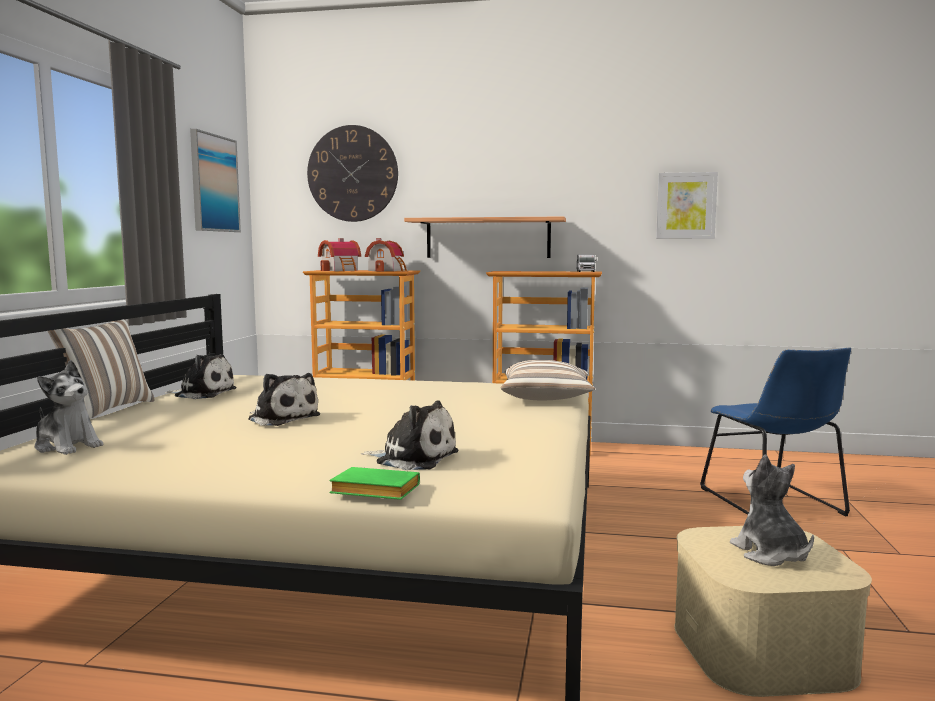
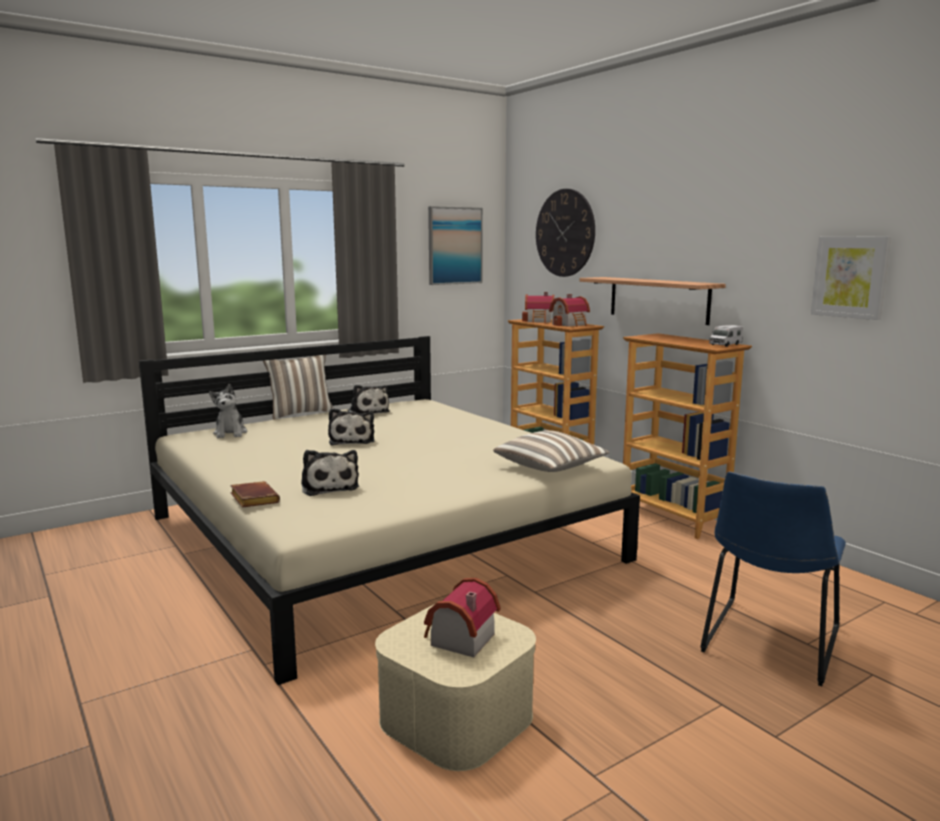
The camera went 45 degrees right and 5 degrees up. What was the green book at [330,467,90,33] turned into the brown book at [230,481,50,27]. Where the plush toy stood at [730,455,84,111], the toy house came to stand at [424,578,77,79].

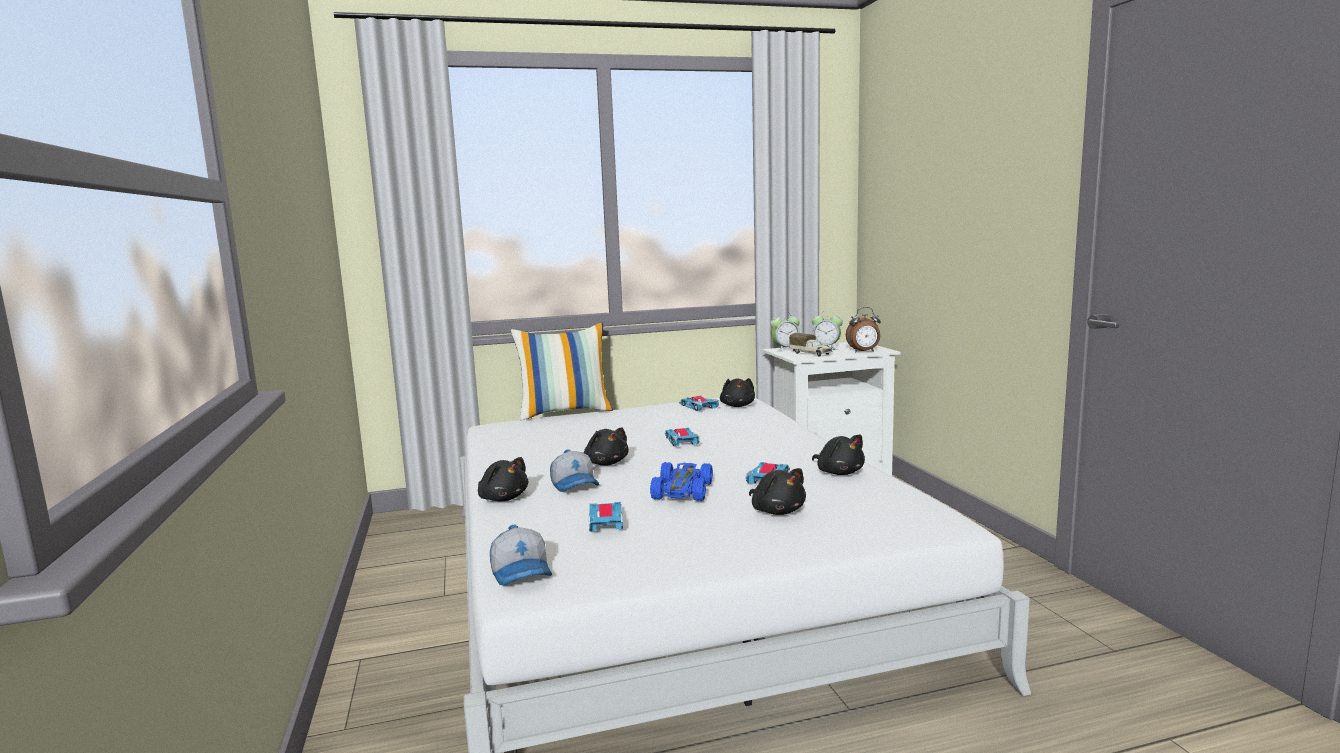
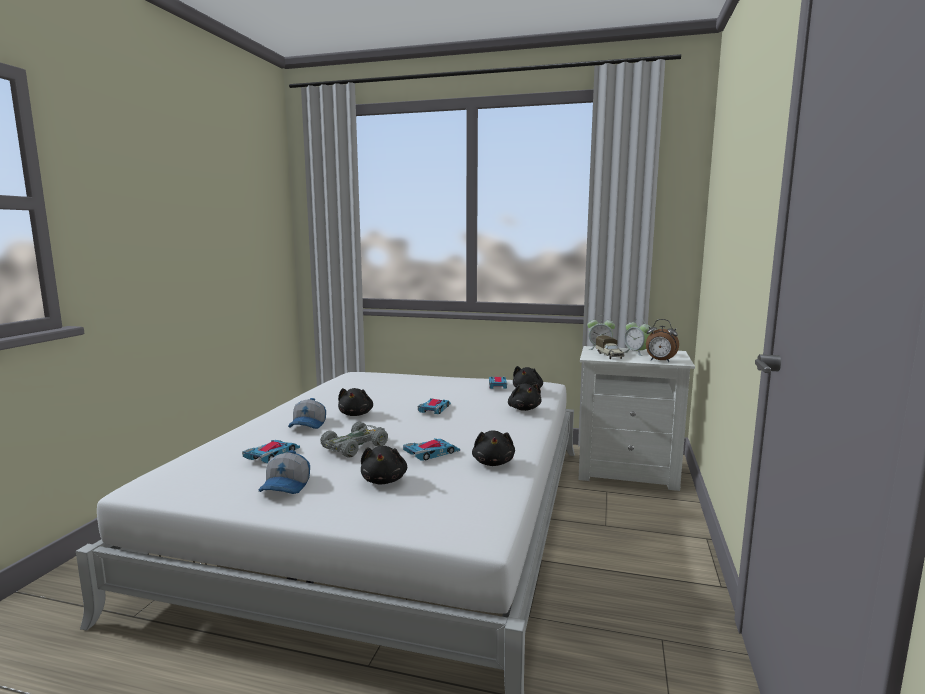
The camera went 30 degrees right and 0 degrees up. The cap ended up elsewhere, having gone from [490,525,62,61] to [259,450,51,44]. What was the blue toy car at [650,462,63,39] turned into the grey toy car at [320,422,68,36]. The black plush toy ended up elsewhere, having gone from [478,457,50,44] to [508,384,33,27]. The second view lost the pillow at [511,323,102,98].

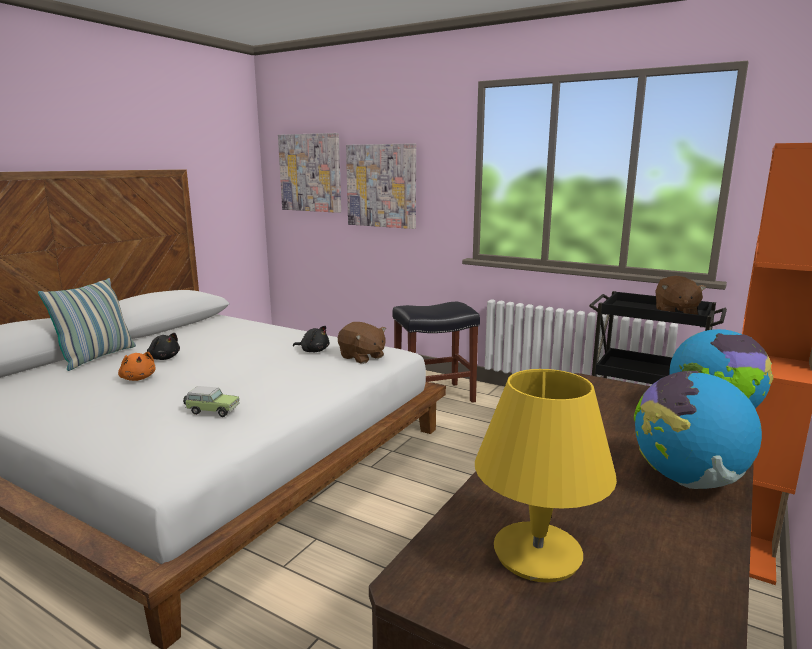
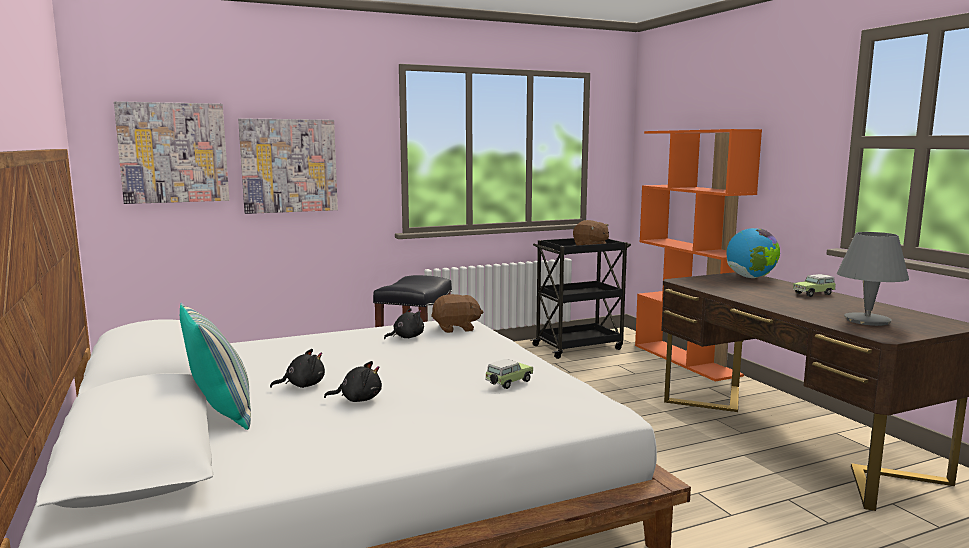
The camera went 55 degrees left and 5 degrees down. What was the orange plush toy at [118,352,38,29] turned into the black plush toy at [324,361,58,41]. Where the globe stood at [634,371,128,118], the toy car came to stand at [793,274,43,23]. What was the yellow table lamp at [475,369,142,214] turned into the grey table lamp at [837,232,72,94].

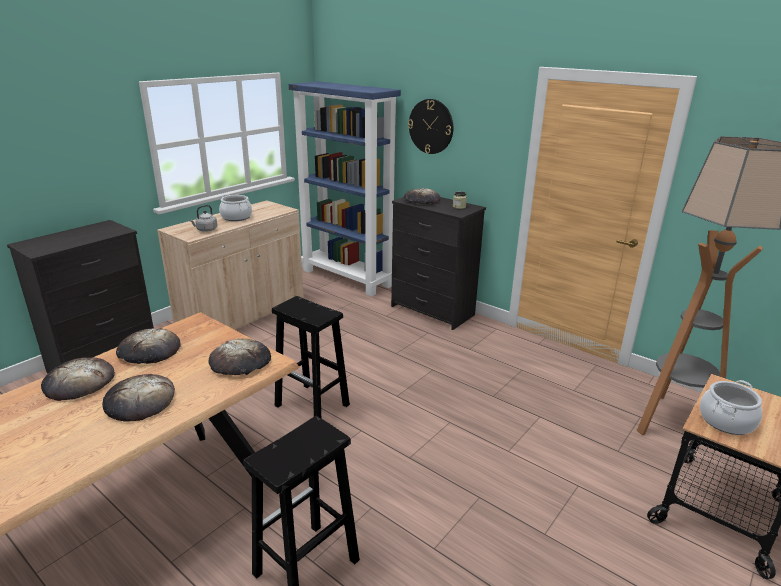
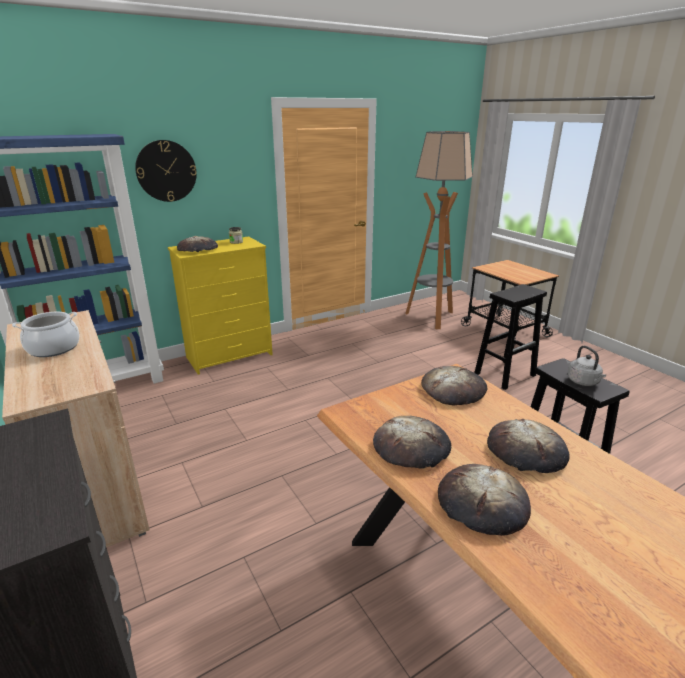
The camera went 70 degrees left and 0 degrees up. What was the black dresser at [391,197,95,133] turned into the yellow dresser at [168,236,105,139]. The black stool ended up elsewhere, having gone from [272,296,78,122] to [474,284,73,106]. The grey kettle ended up elsewhere, having gone from [189,205,28,27] to [567,346,39,40]. The second view lost the cooking pot at [700,380,62,55].

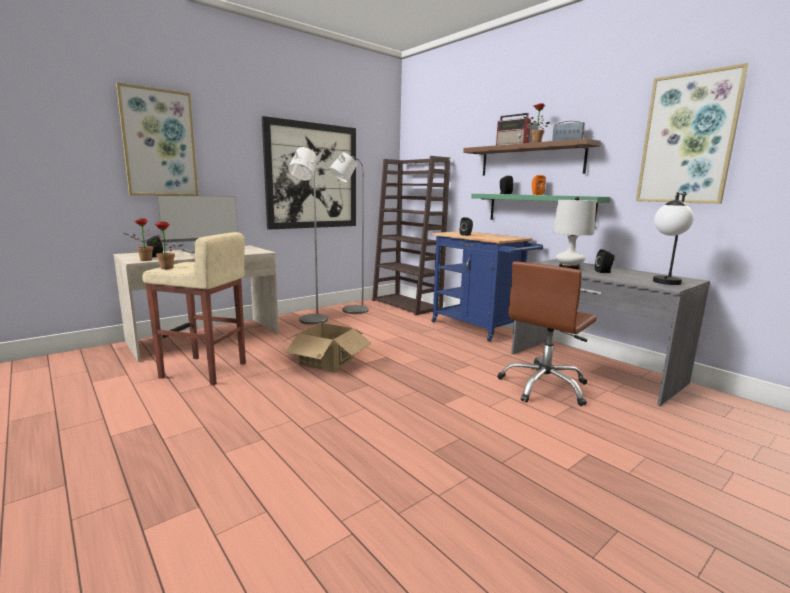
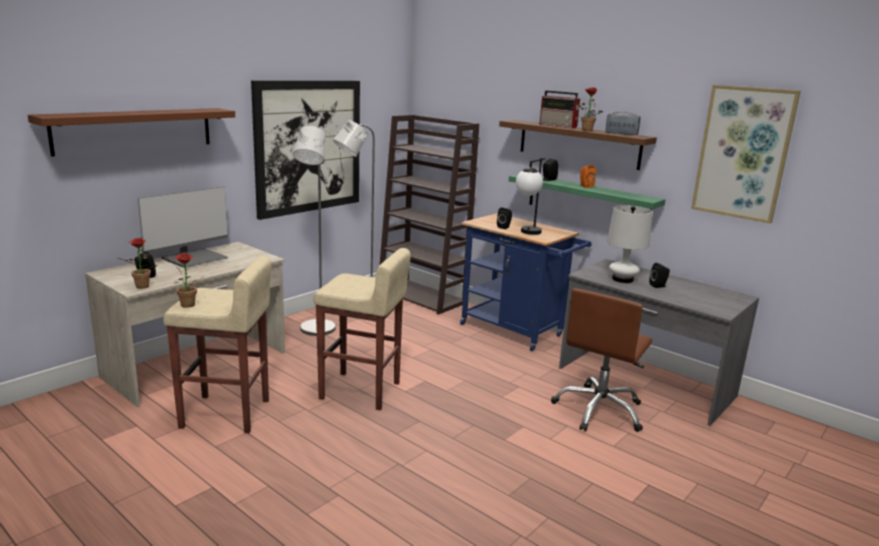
The camera went 10 degrees left and 5 degrees up. Where the picture hung at [116,82,82,114], the brown shelf came to hang at [28,108,207,48]. Where the cardboard box stood at [282,323,89,49], the beige stool came to stand at [313,248,98,162]. The table lamp ended up elsewhere, having gone from [653,192,41,93] to [516,158,29,77].

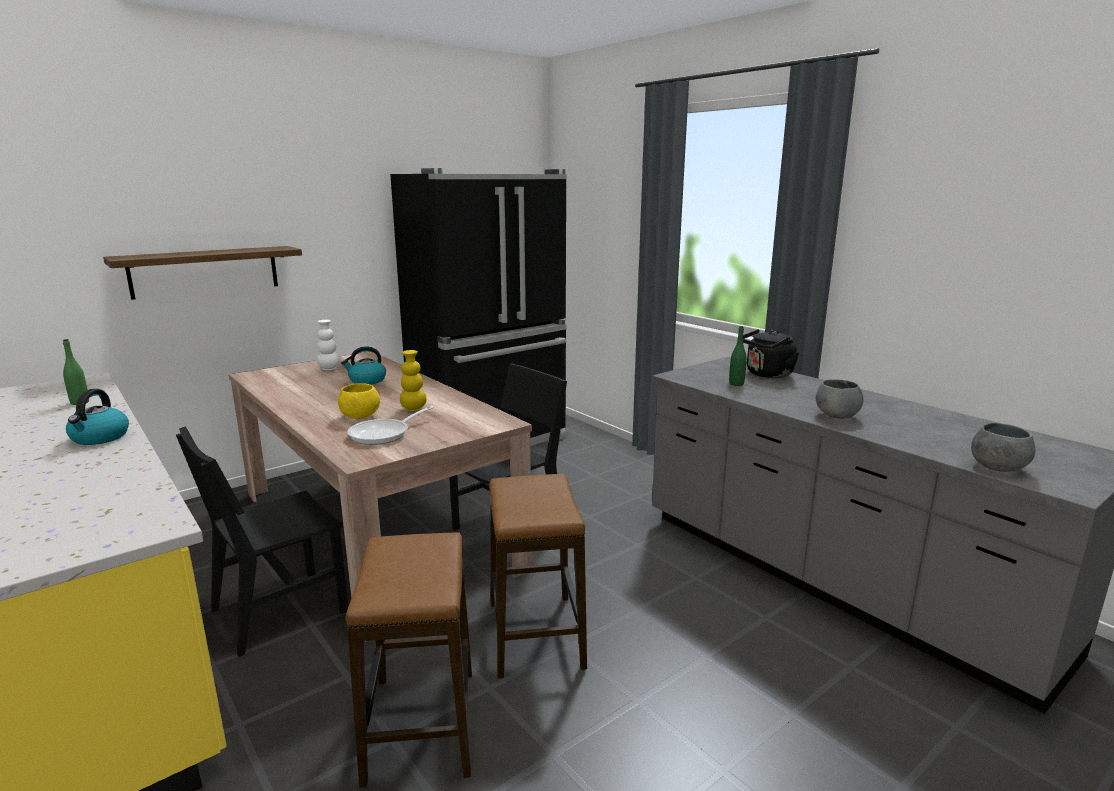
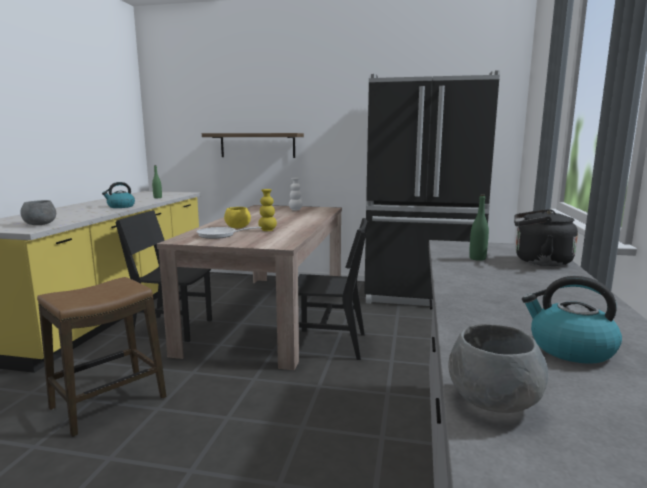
The camera went 50 degrees right and 5 degrees down. The grey bowl ended up elsewhere, having gone from [816,379,48,40] to [20,200,36,25]. The kettle ended up elsewhere, having gone from [341,346,45,39] to [522,276,100,88]. The second view lost the stool at [489,474,98,205].

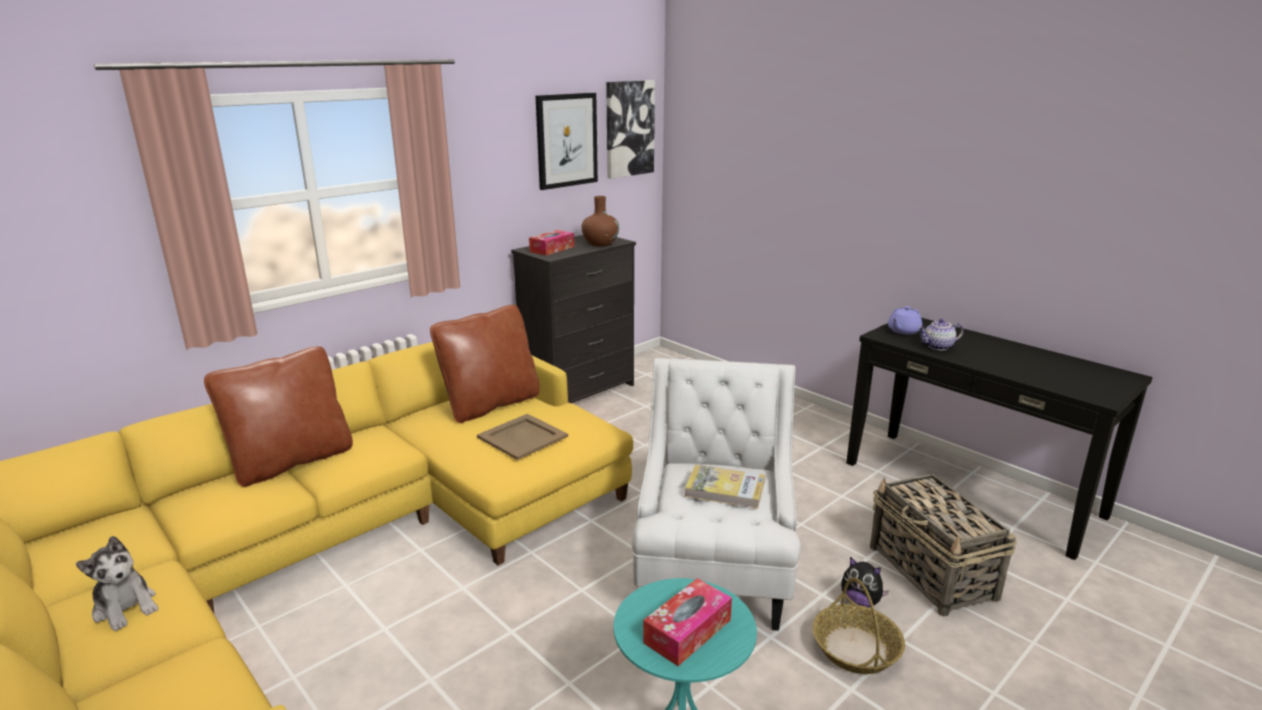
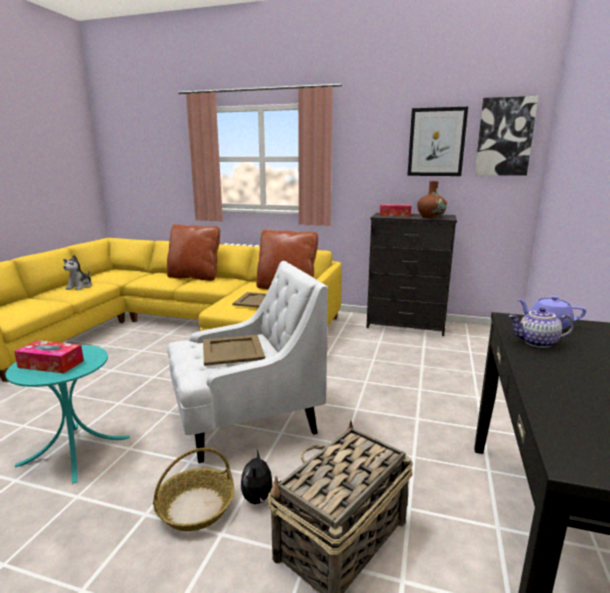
The camera went 60 degrees right and 5 degrees down. Where the book stood at [685,465,80,44], the beige tray came to stand at [203,335,62,31]. The teapot at [918,319,46,31] ended up facing another way, 45 degrees counterclockwise from before.

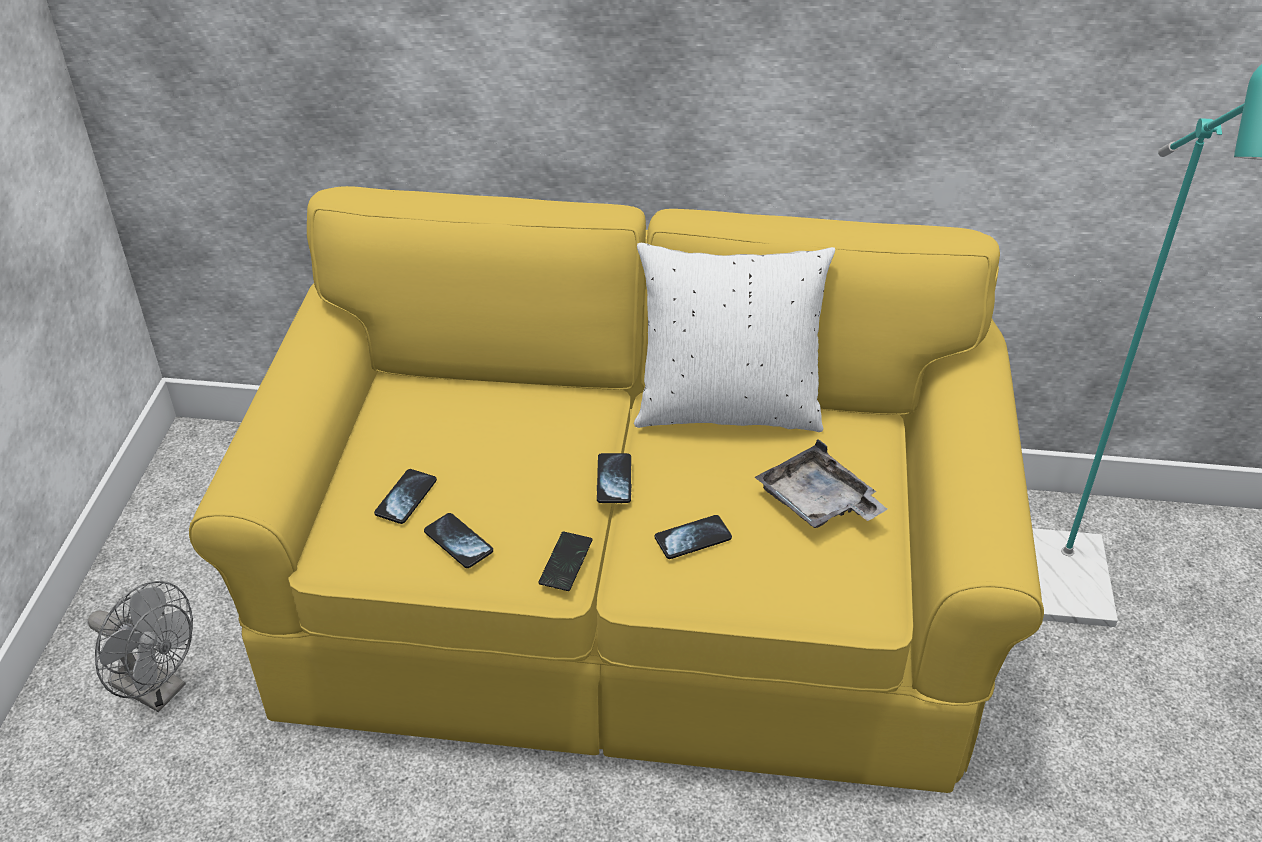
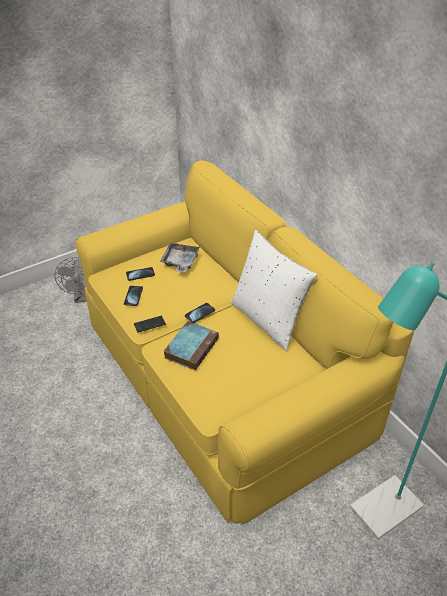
The camera went 50 degrees right and 0 degrees up. The grey tray ended up elsewhere, having gone from [755,439,132,89] to [160,243,40,29]. Where the phone stood at [655,515,77,44], the book came to stand at [164,321,55,49].

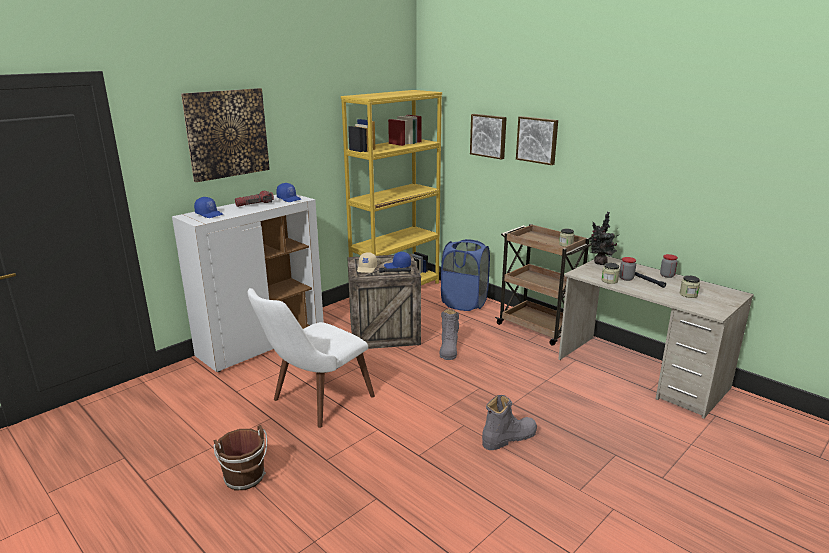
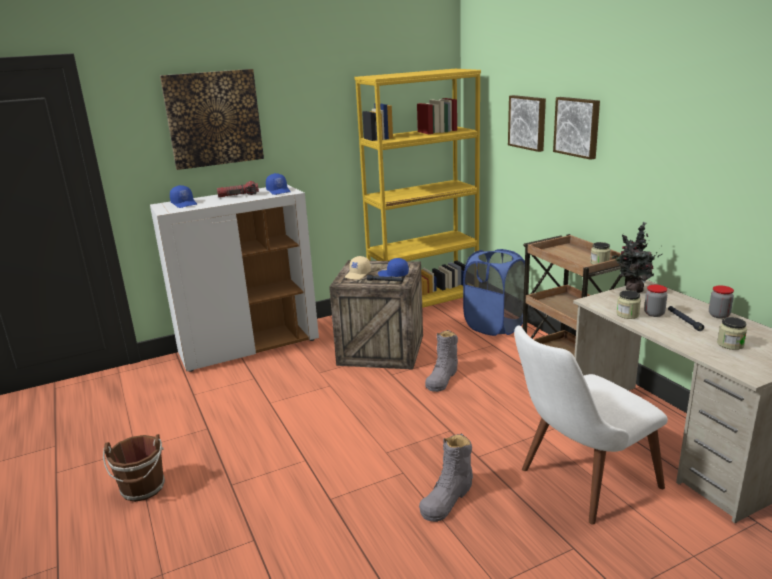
The camera went 20 degrees right and 0 degrees up. The grey boot at [482,395,55,55] ended up facing another way, 135 degrees clockwise from before. The white chair ended up elsewhere, having gone from [248,288,127,140] to [514,325,154,200].

